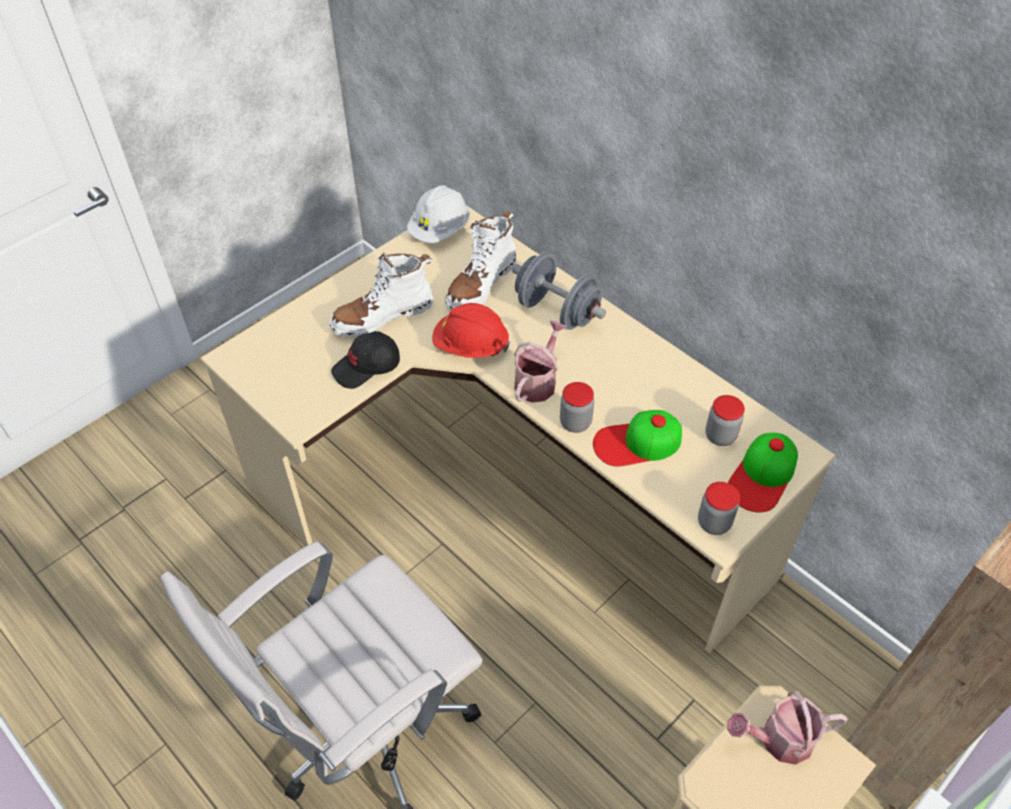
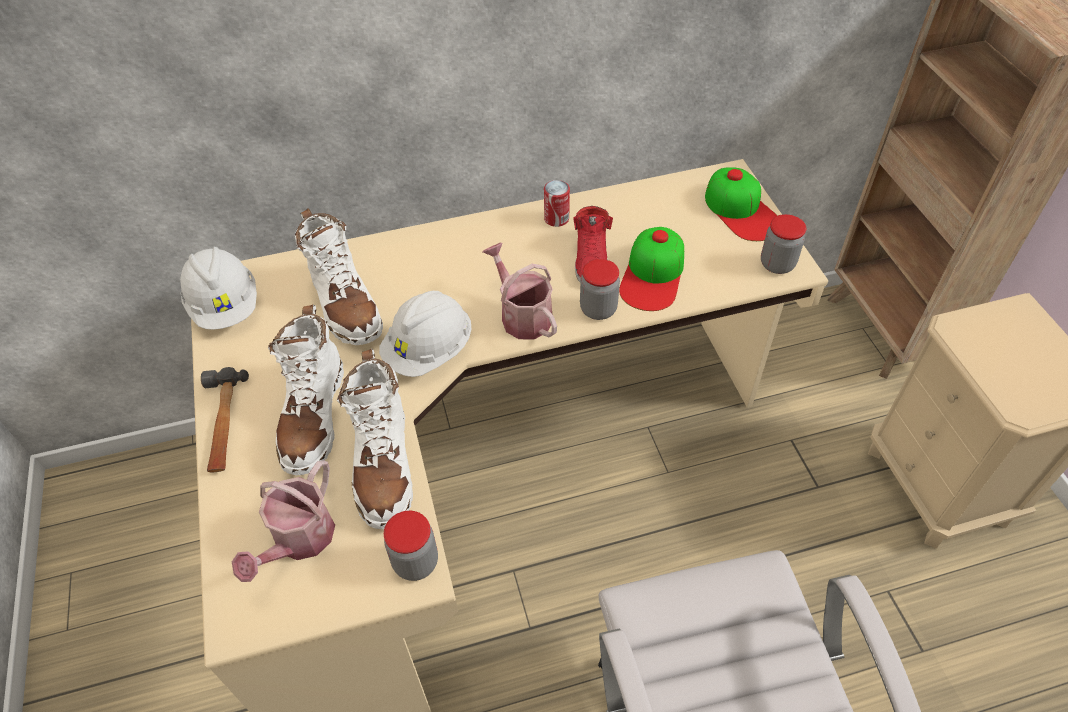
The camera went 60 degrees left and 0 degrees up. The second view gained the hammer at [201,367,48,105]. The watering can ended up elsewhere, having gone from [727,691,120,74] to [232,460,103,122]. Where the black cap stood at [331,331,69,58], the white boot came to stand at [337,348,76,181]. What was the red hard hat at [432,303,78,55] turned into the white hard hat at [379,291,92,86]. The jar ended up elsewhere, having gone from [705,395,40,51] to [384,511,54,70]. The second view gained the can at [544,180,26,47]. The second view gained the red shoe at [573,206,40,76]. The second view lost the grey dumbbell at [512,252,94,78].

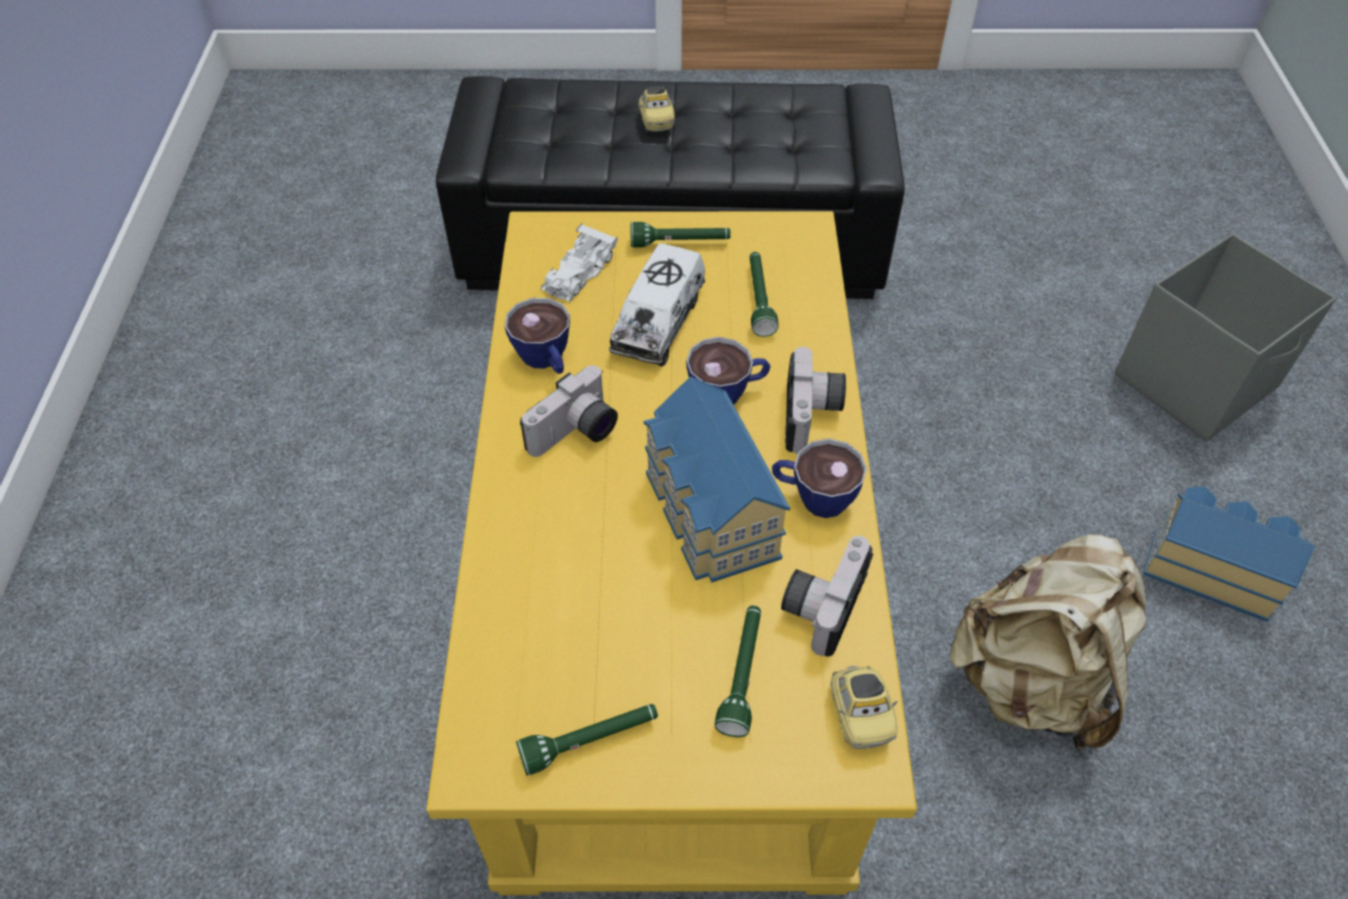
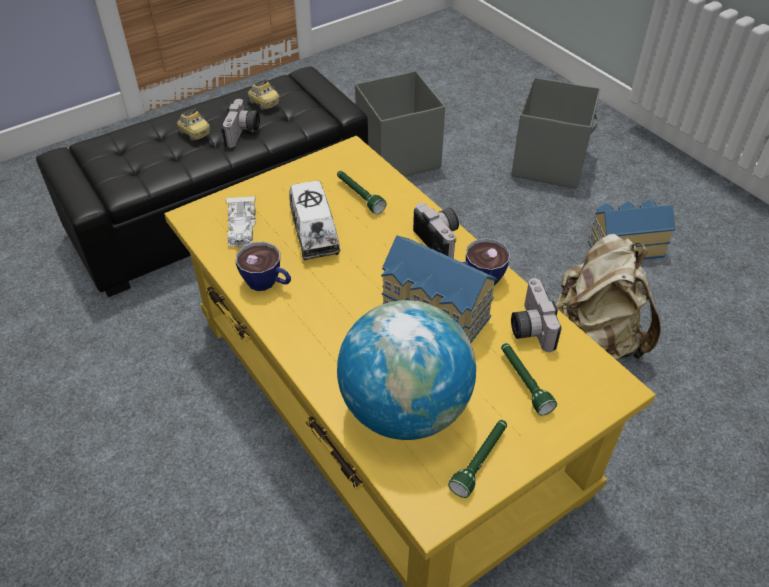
The camera went 35 degrees left and 5 degrees down. The photo camera ended up elsewhere, having gone from [520,365,98,92] to [221,99,39,49]. The toy car ended up elsewhere, having gone from [830,666,68,83] to [248,79,32,32]. The second view gained the globe at [337,300,139,140]. The second view gained the grey storage box at [355,71,90,106]. The second view lost the green flashlight at [630,222,101,26]. The second view lost the cup at [686,337,85,68].

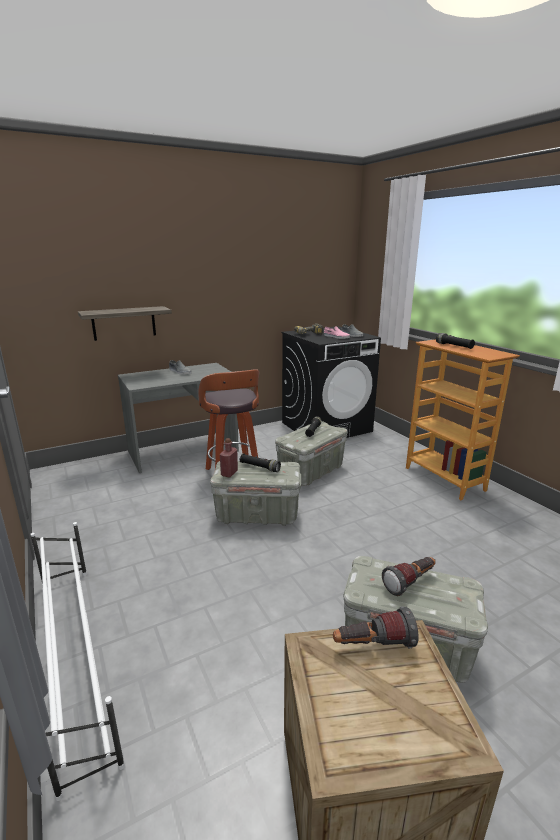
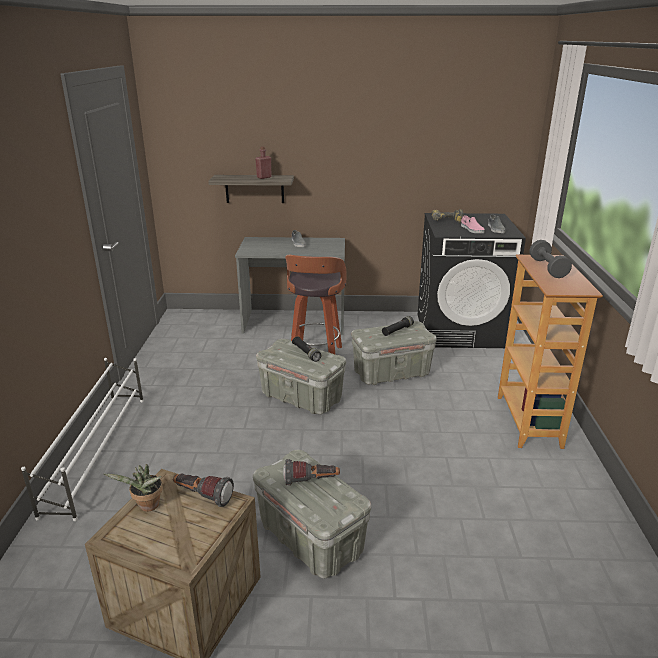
The camera went 30 degrees right and 5 degrees up. The second view gained the potted plant at [104,464,59,48]. The red bottle ended up elsewhere, having gone from [220,438,18,39] to [255,146,17,33]. Where the black flashlight stood at [436,333,39,16], the grey dumbbell came to stand at [529,240,43,38].

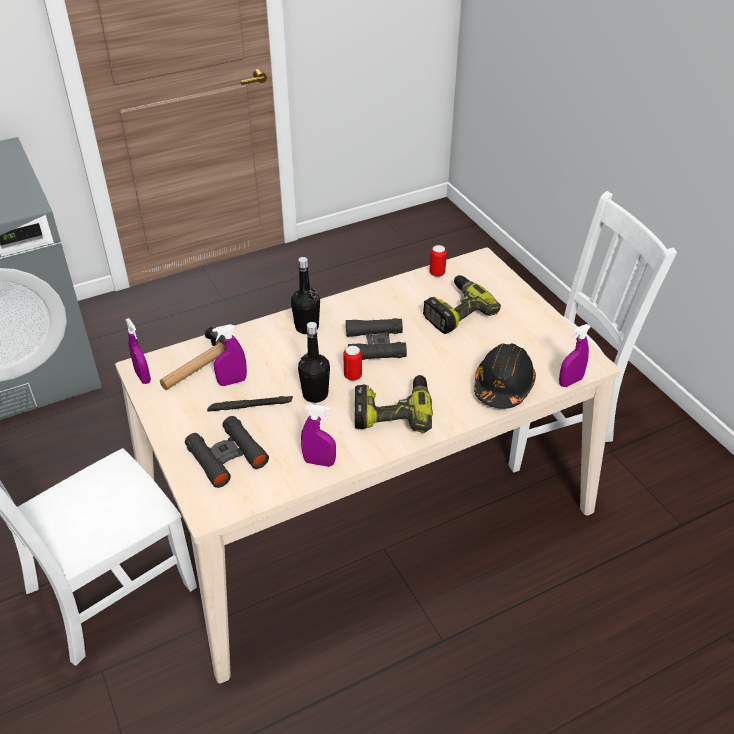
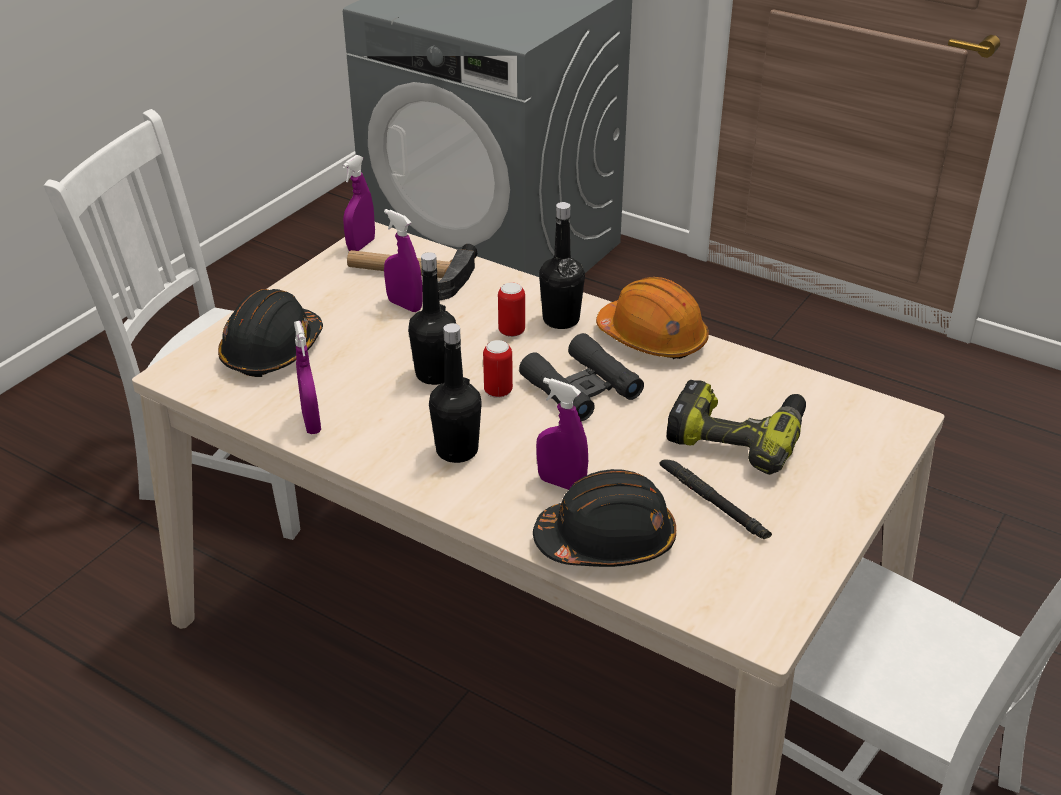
The camera went 60 degrees right and 5 degrees down. Where the black binoculars stood at [185,416,84,72], the black hard hat came to stand at [218,289,105,88]. Where the power drill stood at [355,375,78,58], the black bottle came to stand at [429,323,53,140]. The can ended up elsewhere, having gone from [430,245,17,32] to [498,282,27,55]. The purple spray bottle ended up elsewhere, having gone from [559,324,32,63] to [536,378,52,112]. The second view gained the orange hard hat at [596,277,113,82]. The black flashlight ended up elsewhere, having gone from [207,396,86,16] to [660,460,112,79].

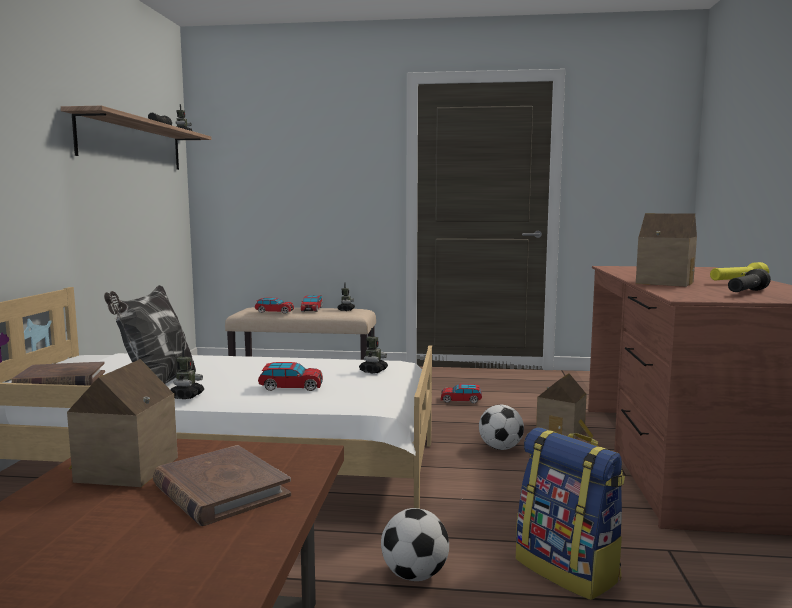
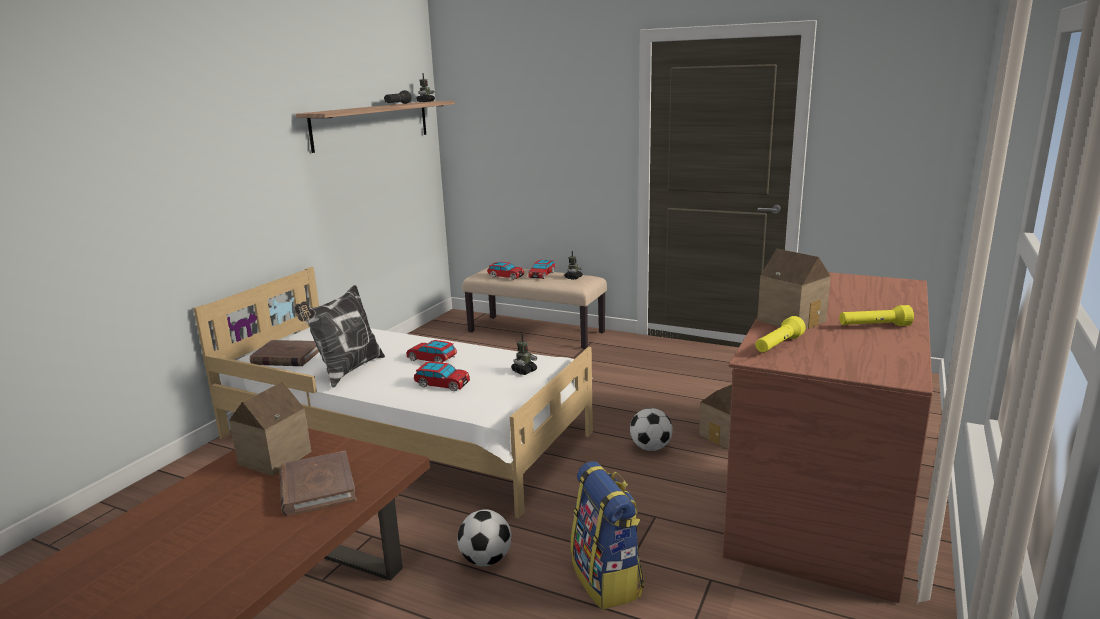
The camera went 20 degrees right and 10 degrees up. The toy car ended up elsewhere, having gone from [441,384,41,19] to [407,340,50,23]. The second view gained the yellow flashlight at [755,316,51,37]. The second view lost the toy robot at [170,347,34,52]. The second view lost the black flashlight at [728,269,43,23].

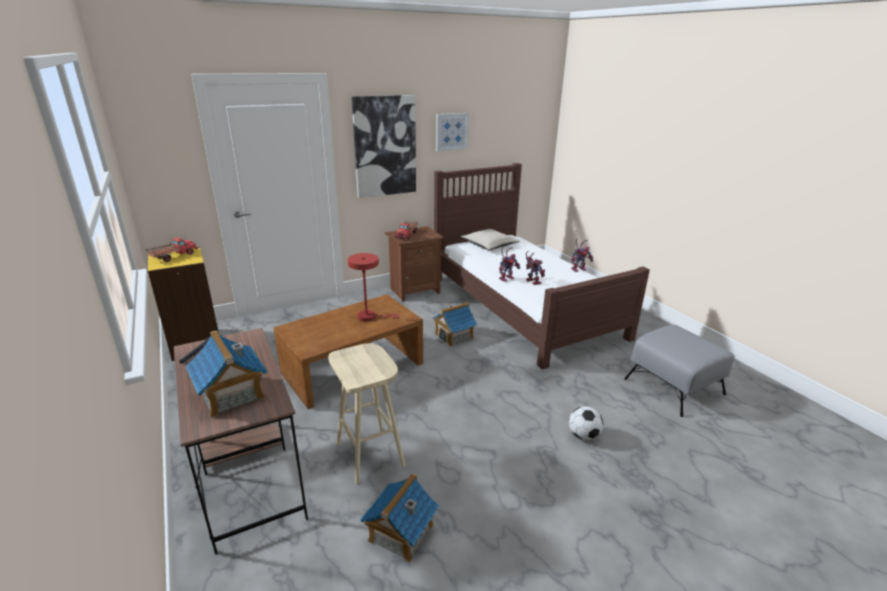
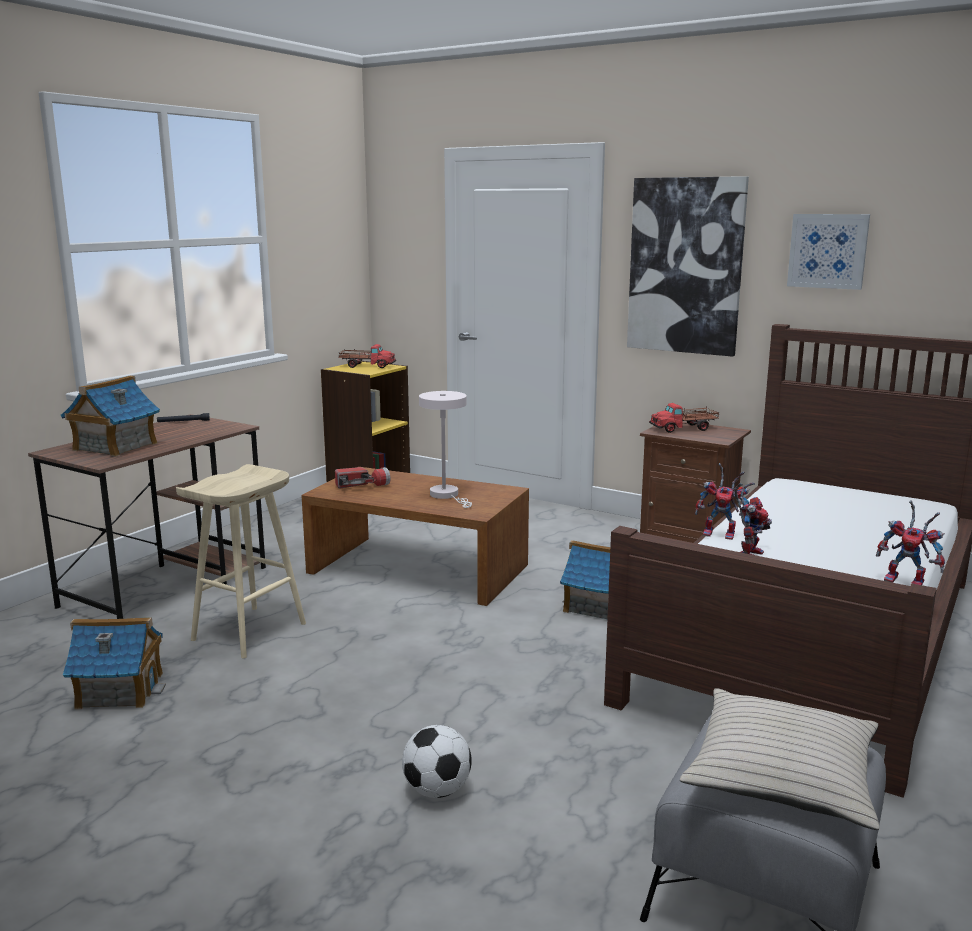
The camera went 60 degrees right and 10 degrees down. The second view gained the flashlight at [335,467,56,22]. What was the red table lamp at [348,253,51,69] turned into the white table lamp at [419,391,53,117]. The beige pillow ended up elsewhere, having gone from [460,229,60,21] to [680,688,199,142].

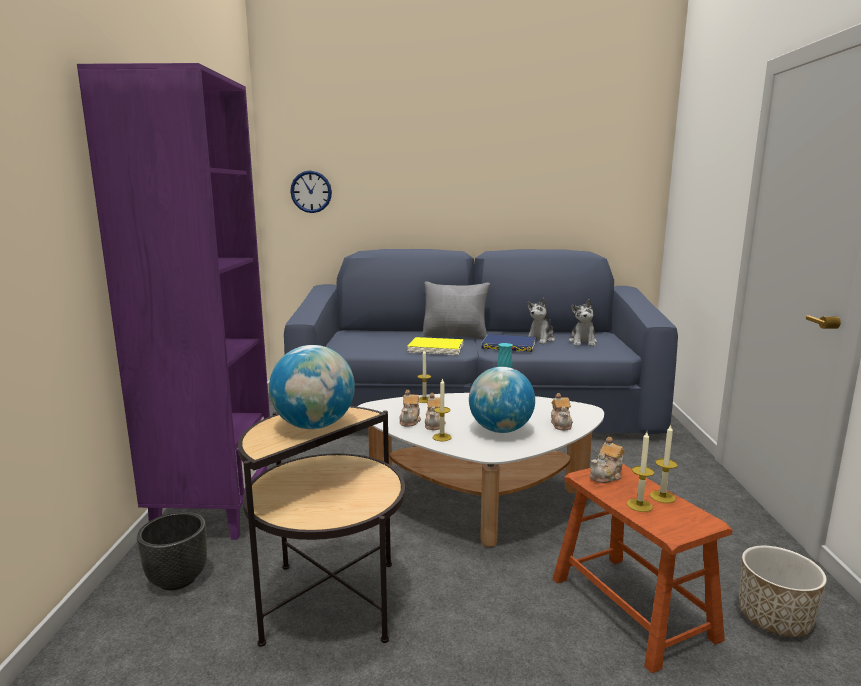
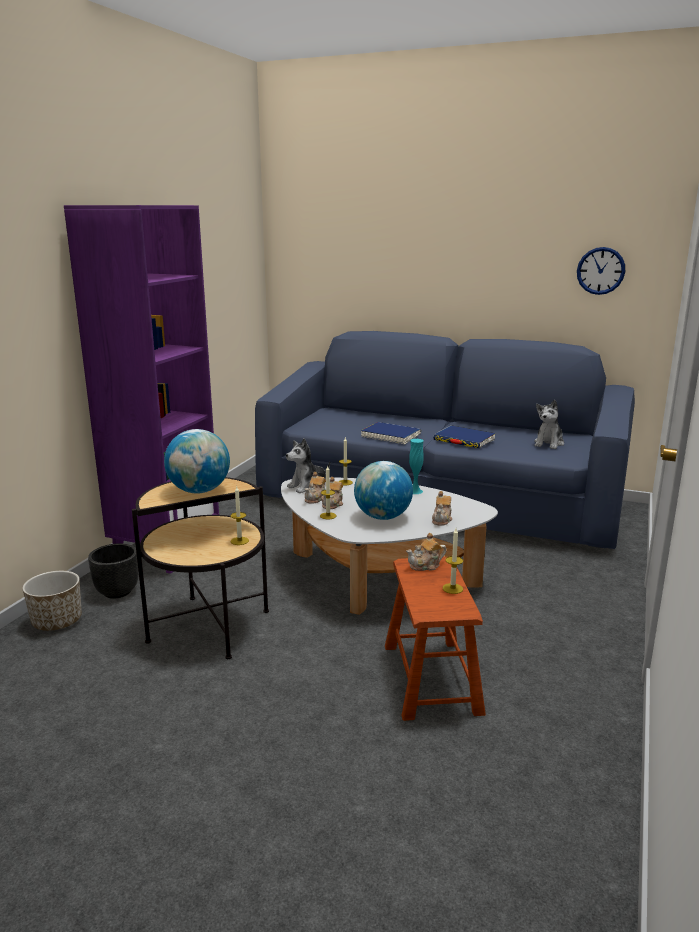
The camera went 20 degrees right and 5 degrees up. The planter ended up elsewhere, having gone from [739,546,88,91] to [22,571,60,60]. The candle ended up elsewhere, having gone from [627,432,27,80] to [230,486,19,59]. The plush toy ended up elsewhere, having gone from [528,298,27,46] to [286,438,44,55]. What was the yellow book at [407,337,56,18] turned into the blue book at [361,422,60,22]. The wall clock ended up elsewhere, having gone from [290,170,42,43] to [577,247,48,48]. The second view lost the grey pillow at [423,281,67,59].

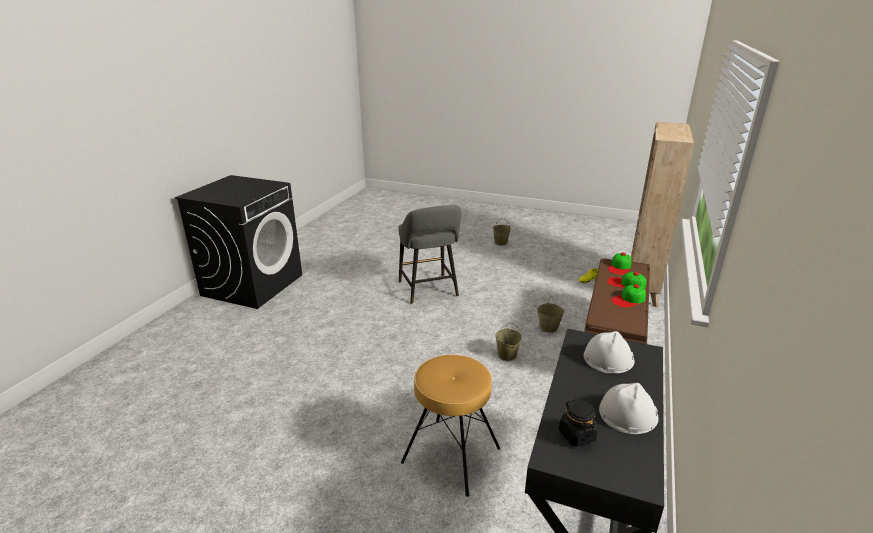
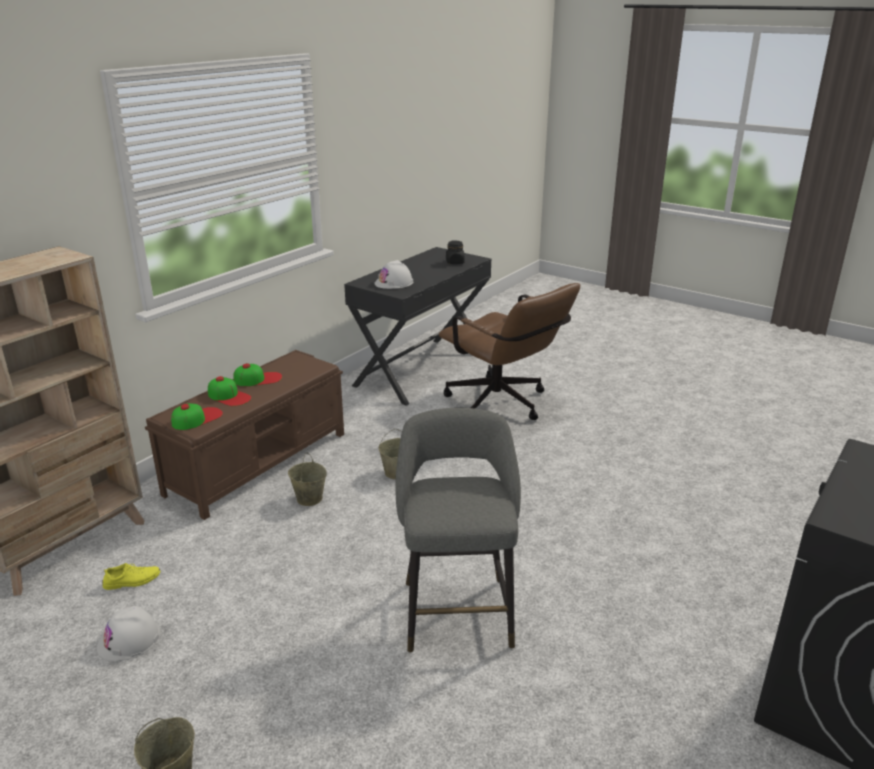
The camera went 165 degrees left and 0 degrees up. The white hard hat ended up elsewhere, having gone from [599,383,60,51] to [97,606,64,55]. Where the brown stool stood at [401,355,99,142], the brown office chair came to stand at [439,283,141,137].

